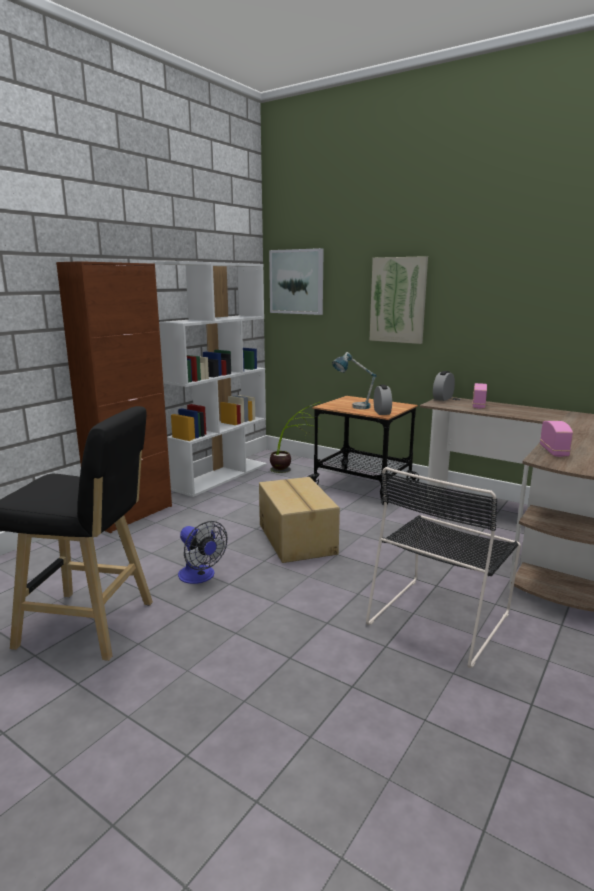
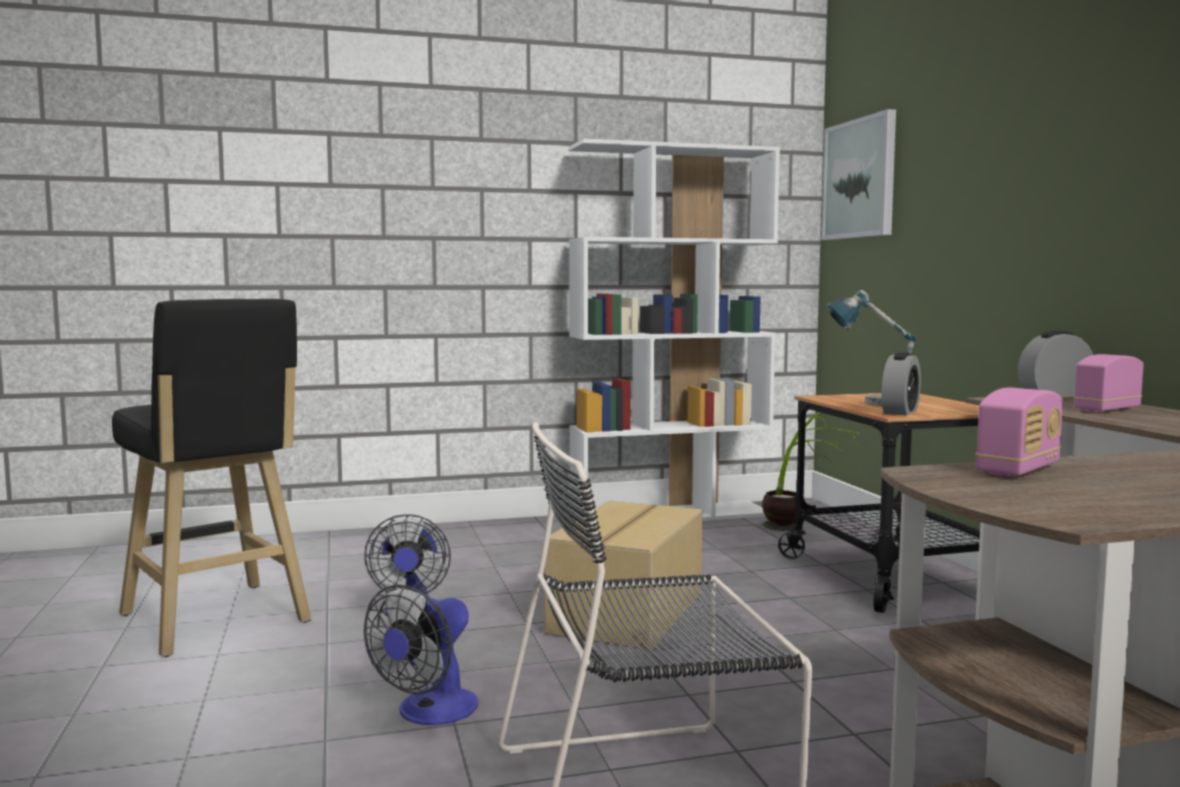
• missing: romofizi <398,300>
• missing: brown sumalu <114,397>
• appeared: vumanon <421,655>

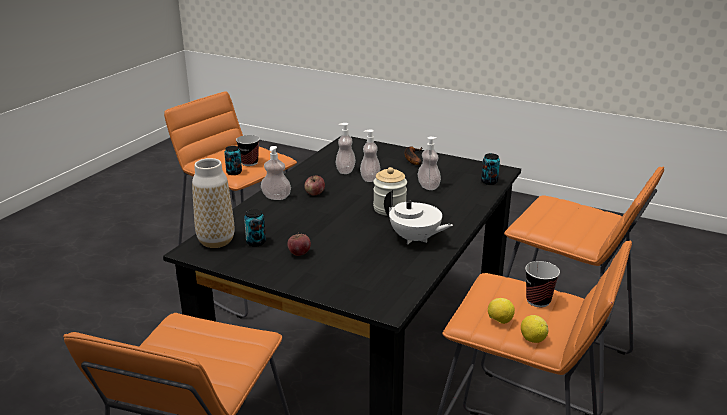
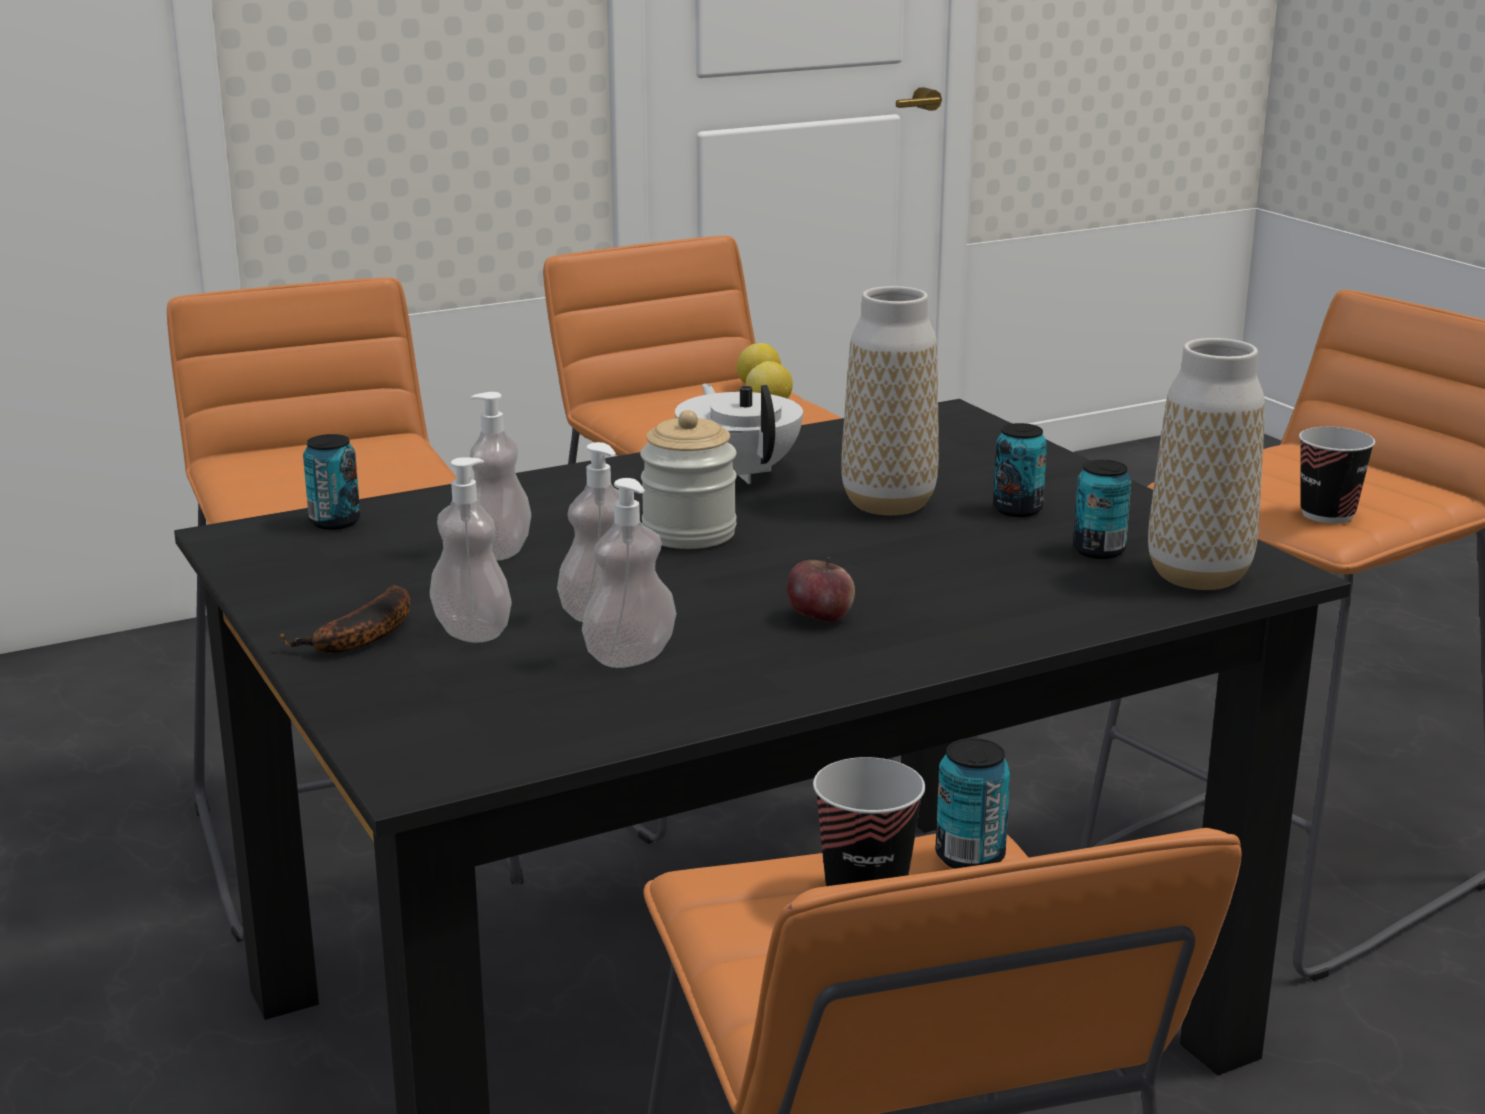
• relocated: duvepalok <276,173> to <471,550>
• exchanged: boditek <299,244> to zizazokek <1020,470>
• relocated: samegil <542,284> to <1337,475>
• appeared: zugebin <890,400>

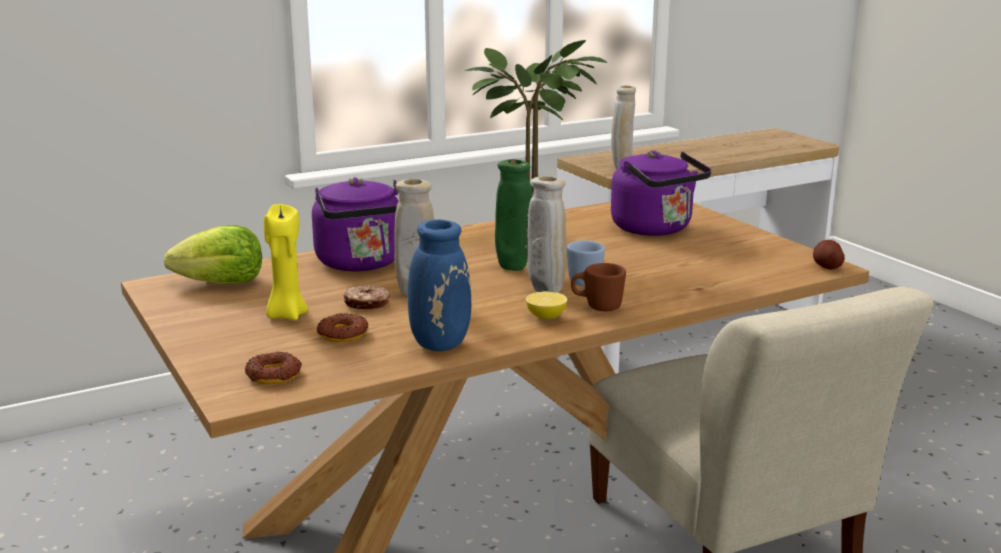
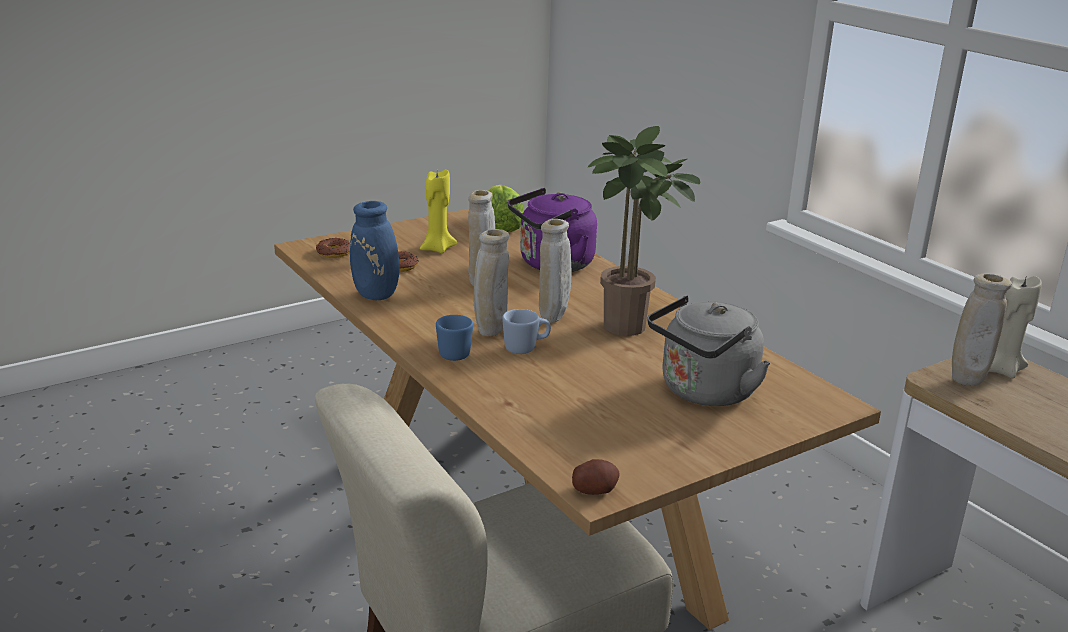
• colour: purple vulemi <661,193> to grey vulemi <708,350>
• colour: green zugebin <513,215> to beige zugebin <555,271>
• colour: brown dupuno <598,287> to blue dupuno <454,338>
• missing: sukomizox <366,297>
• missing: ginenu <546,305>
• appeared: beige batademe <1015,327>

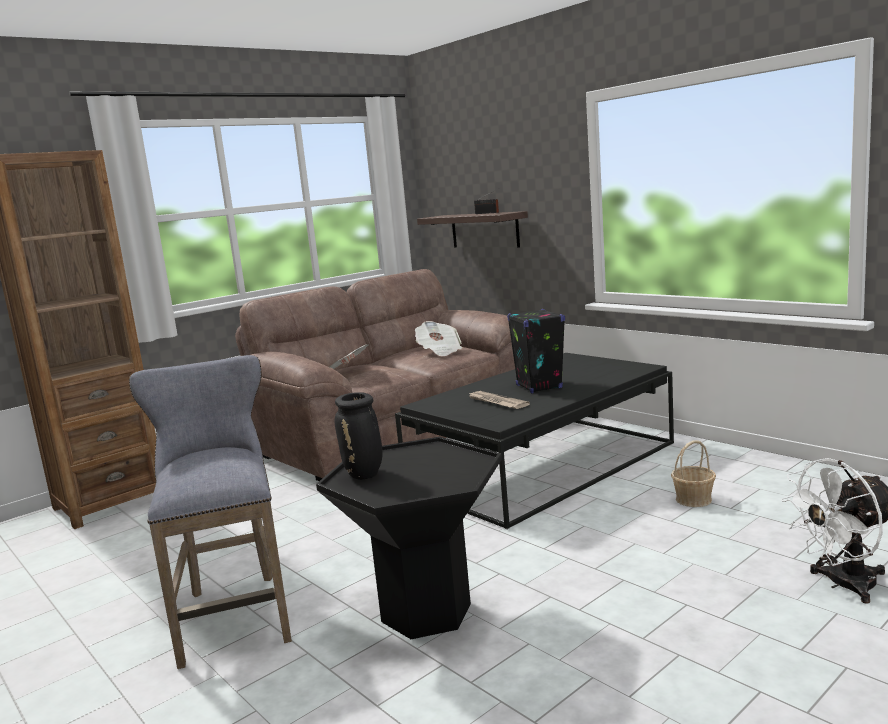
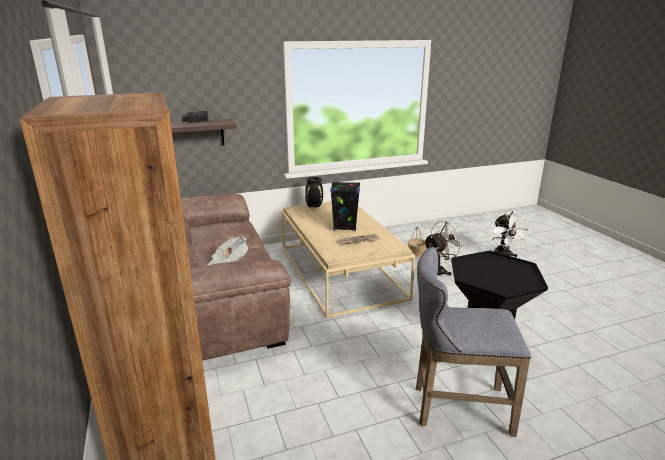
• missing: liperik <438,338>
• colour: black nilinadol <534,441> to beige nilinadol <348,260>
• relocated: black zugebin <359,436> to <314,192>
• appeared: white vumanon <445,247>

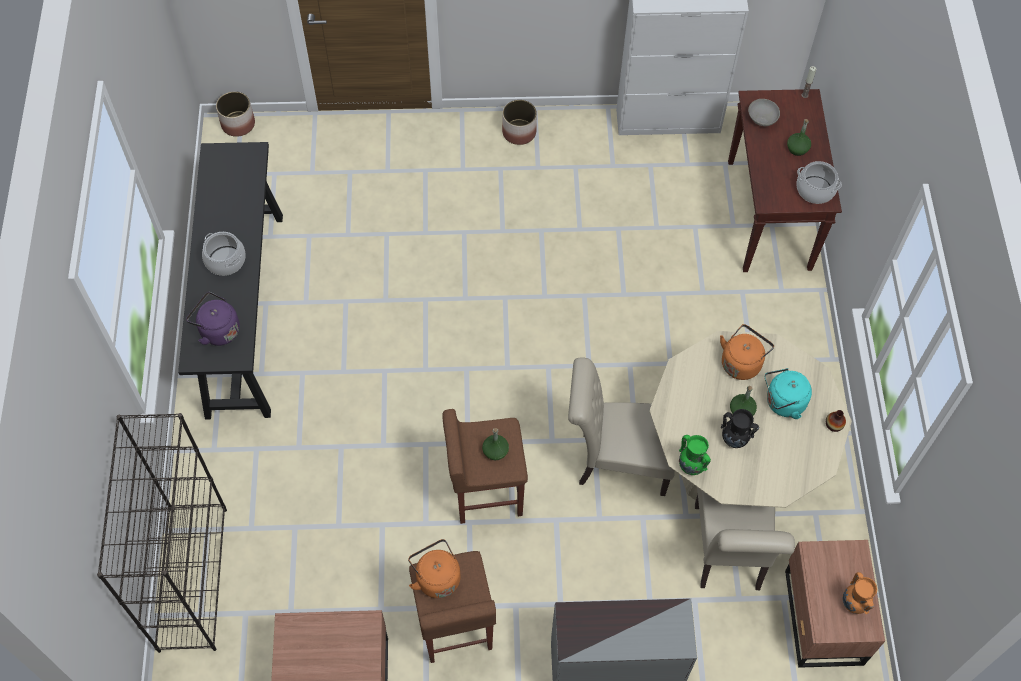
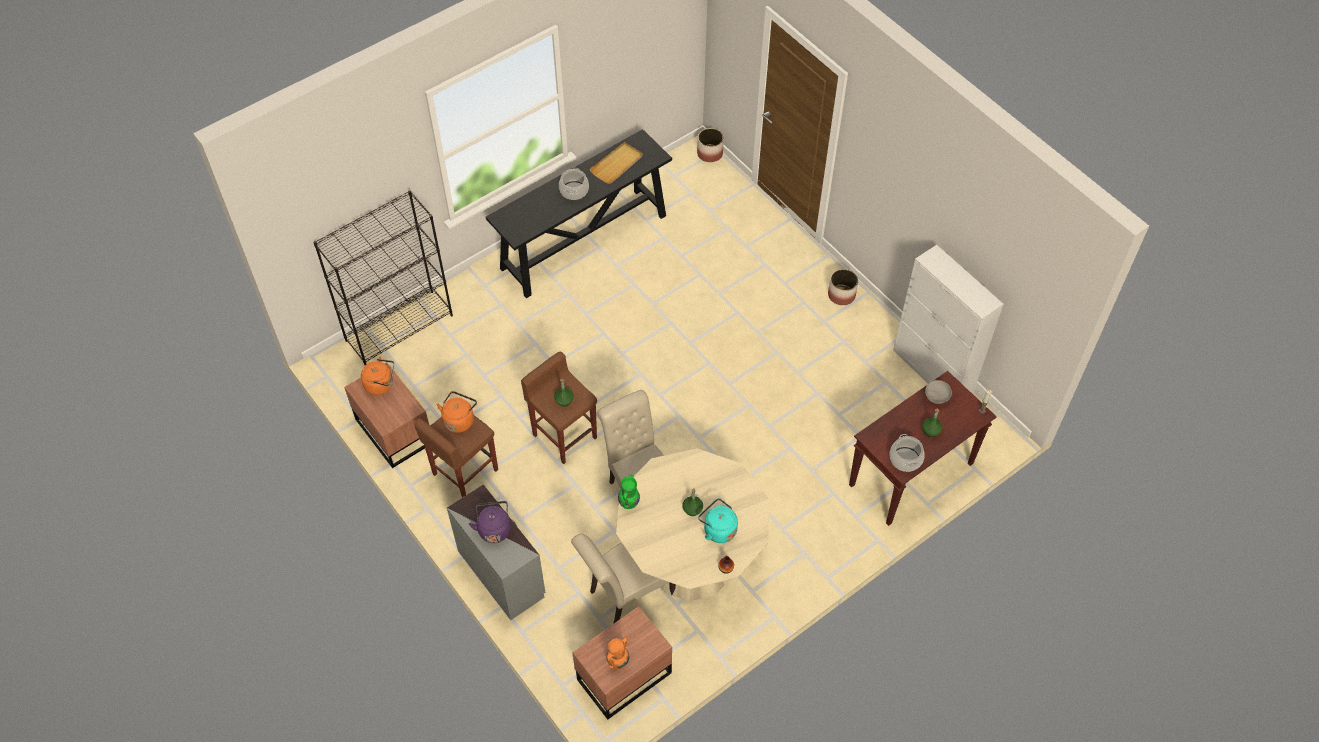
• relocated: purple vulemi <213,319> to <490,522>
• relocated: orange vulemi <747,352> to <377,376>
• missing: black zugebin <740,428>
• appeared: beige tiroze <616,163>

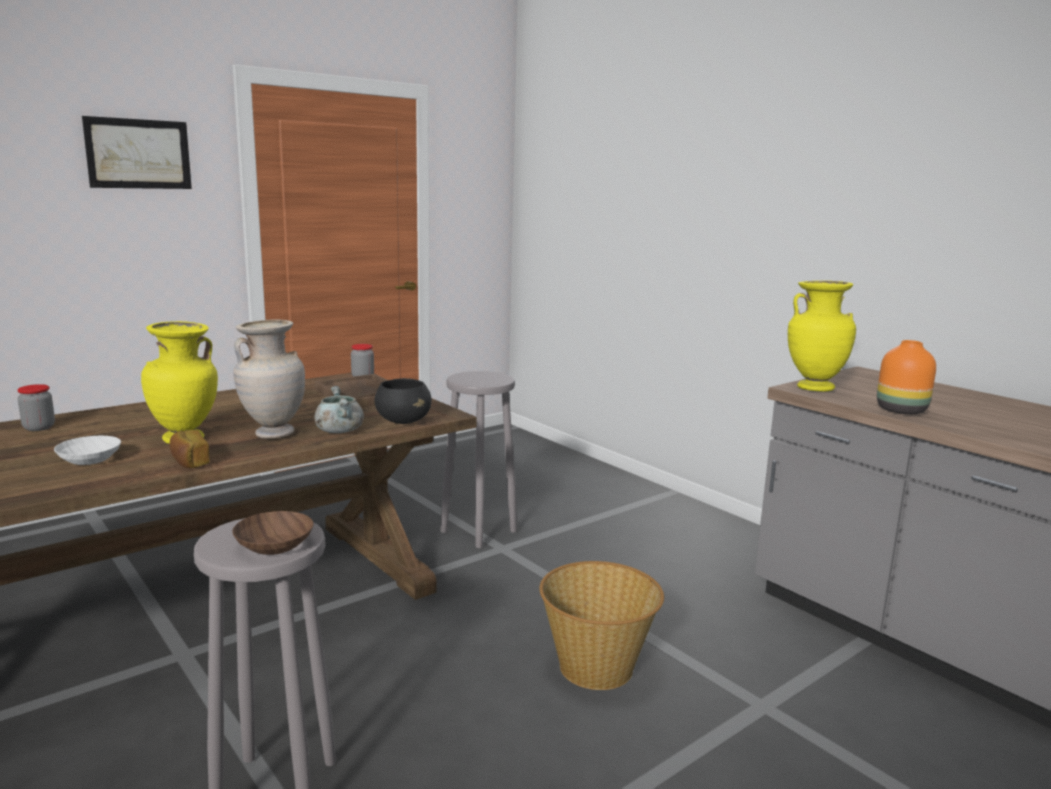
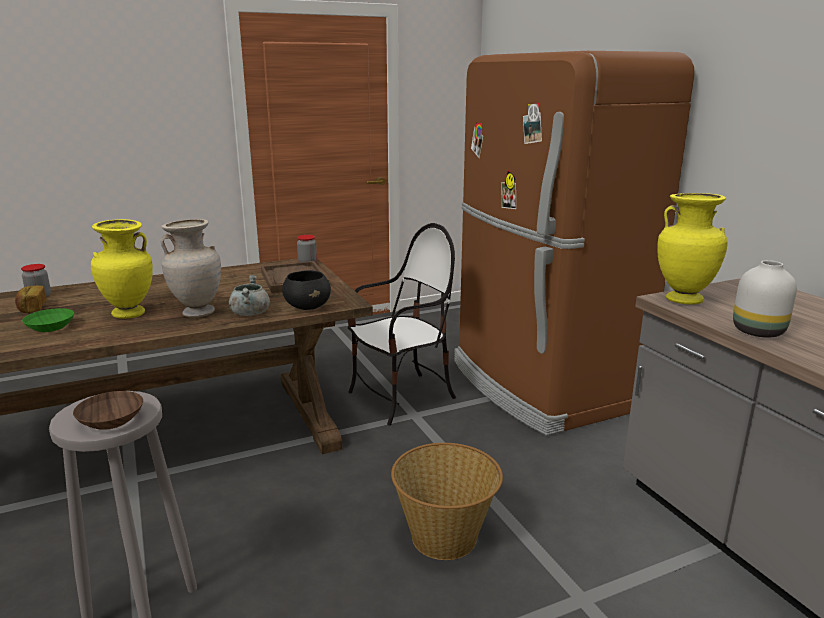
• missing: romofizi <137,152>
• colour: orange zugebin <906,377> to white zugebin <765,299>
• exchanged: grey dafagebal <478,459> to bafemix <402,324>
• relocated: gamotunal <190,449> to <31,299>
• colour: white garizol <87,450> to green garizol <48,320>
• appeared: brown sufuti <574,243>

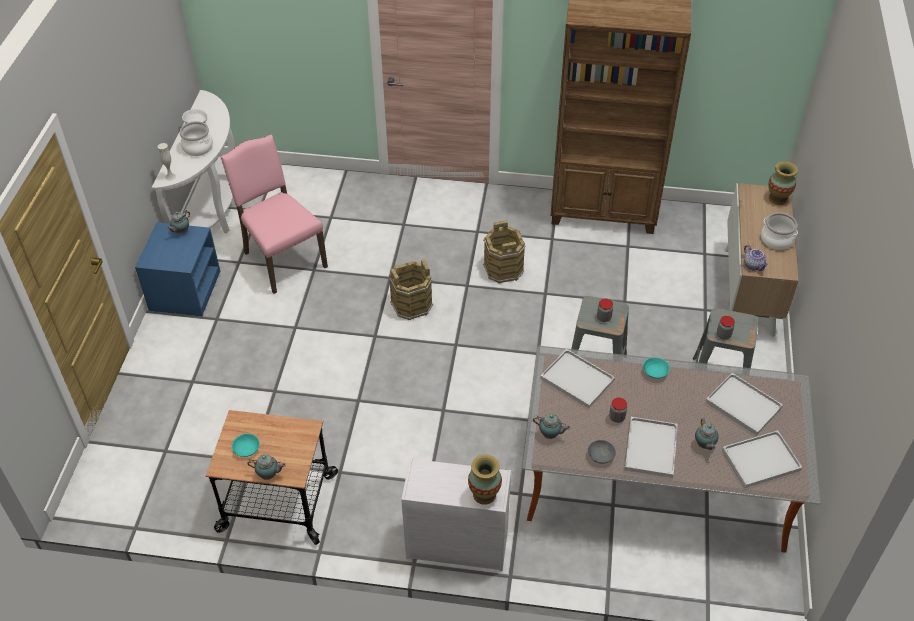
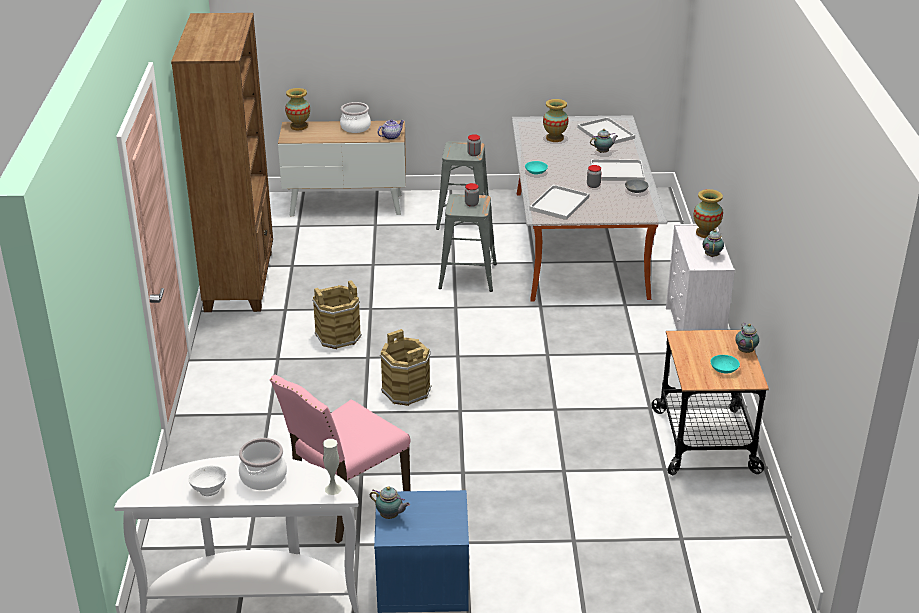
• exchanged: white tiroze <744,404> to zugebin <556,120>
• relocated: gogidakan <551,426> to <713,243>

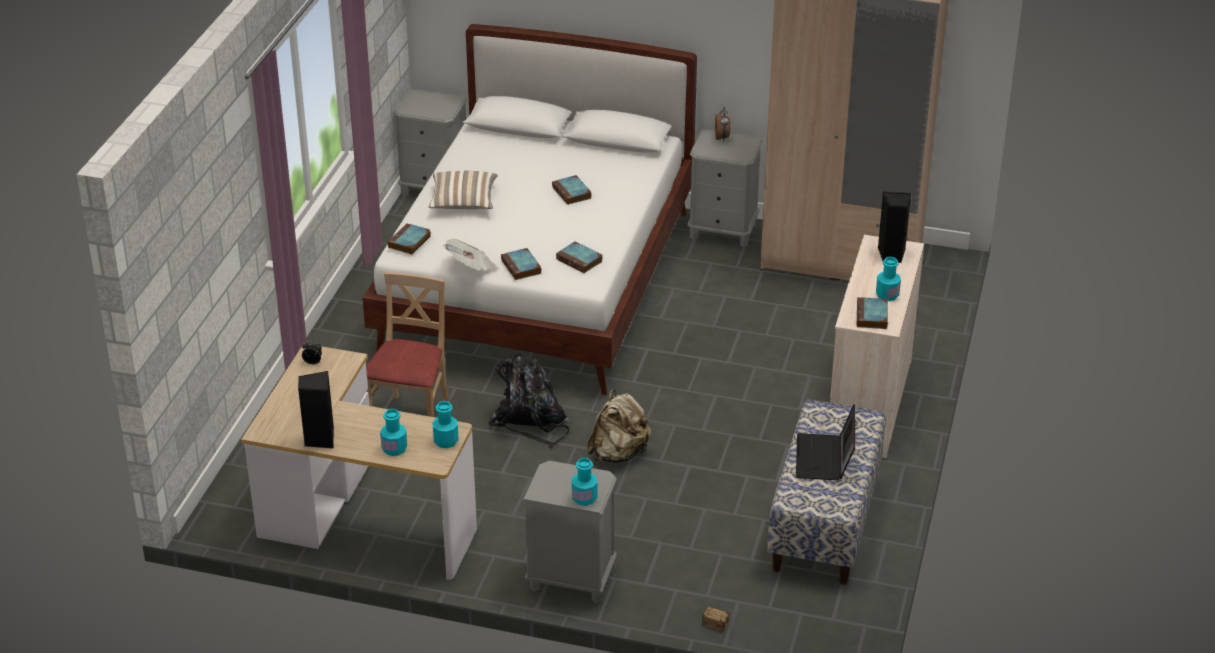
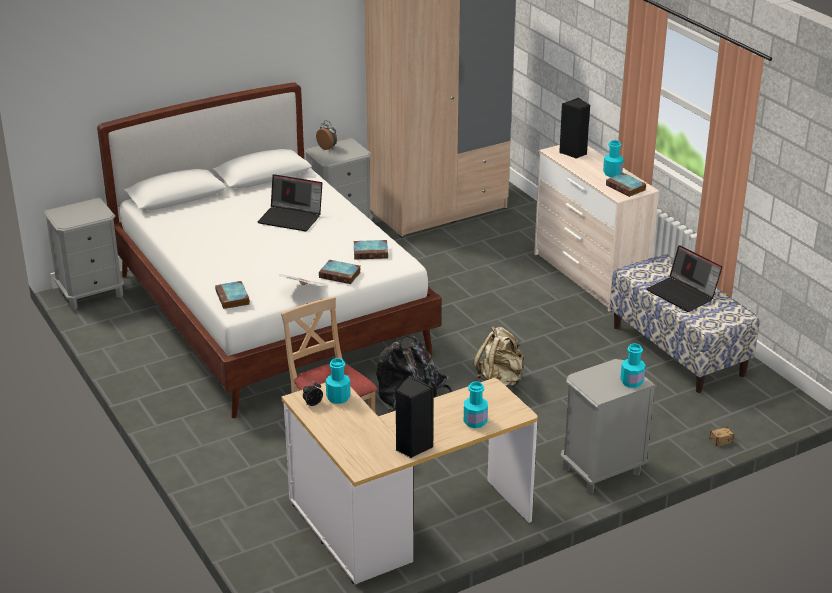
• missing: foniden <463,190>
• exchanged: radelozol <572,190> to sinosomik <289,202>
• relocated: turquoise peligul <446,424> to <338,381>

